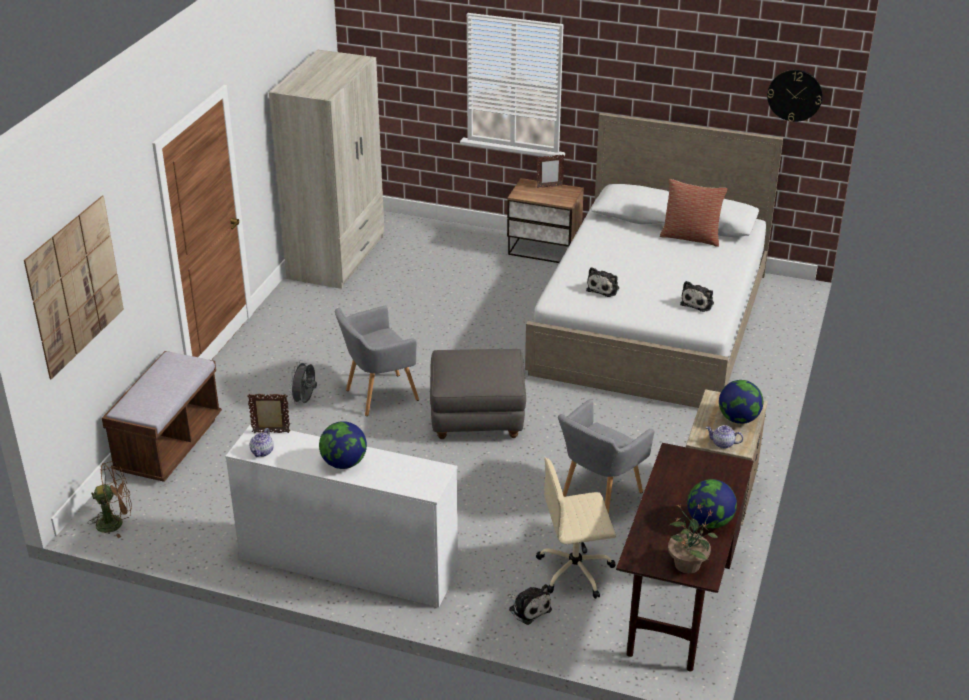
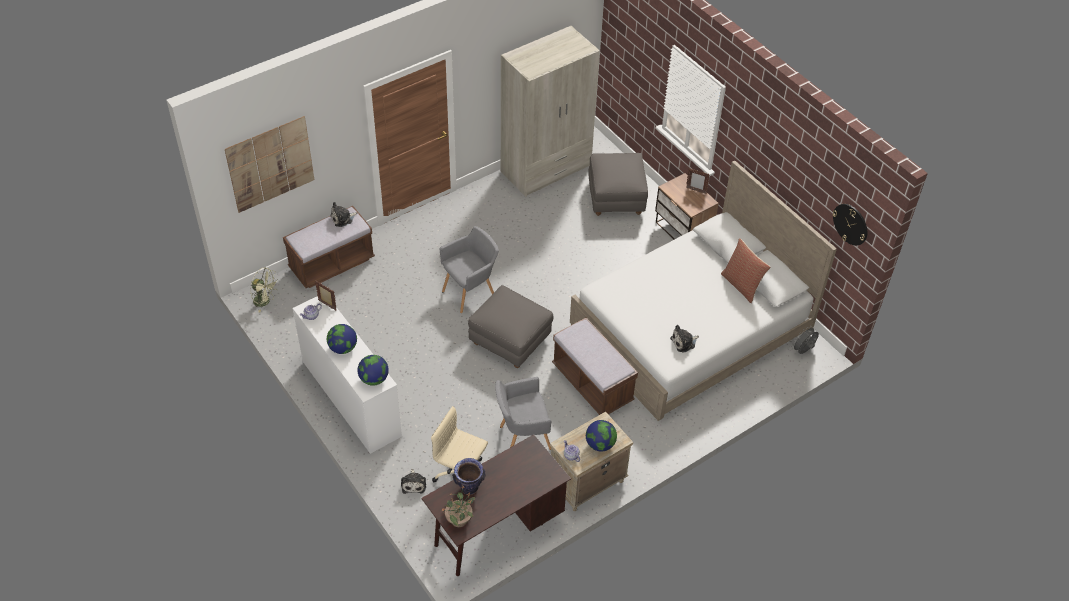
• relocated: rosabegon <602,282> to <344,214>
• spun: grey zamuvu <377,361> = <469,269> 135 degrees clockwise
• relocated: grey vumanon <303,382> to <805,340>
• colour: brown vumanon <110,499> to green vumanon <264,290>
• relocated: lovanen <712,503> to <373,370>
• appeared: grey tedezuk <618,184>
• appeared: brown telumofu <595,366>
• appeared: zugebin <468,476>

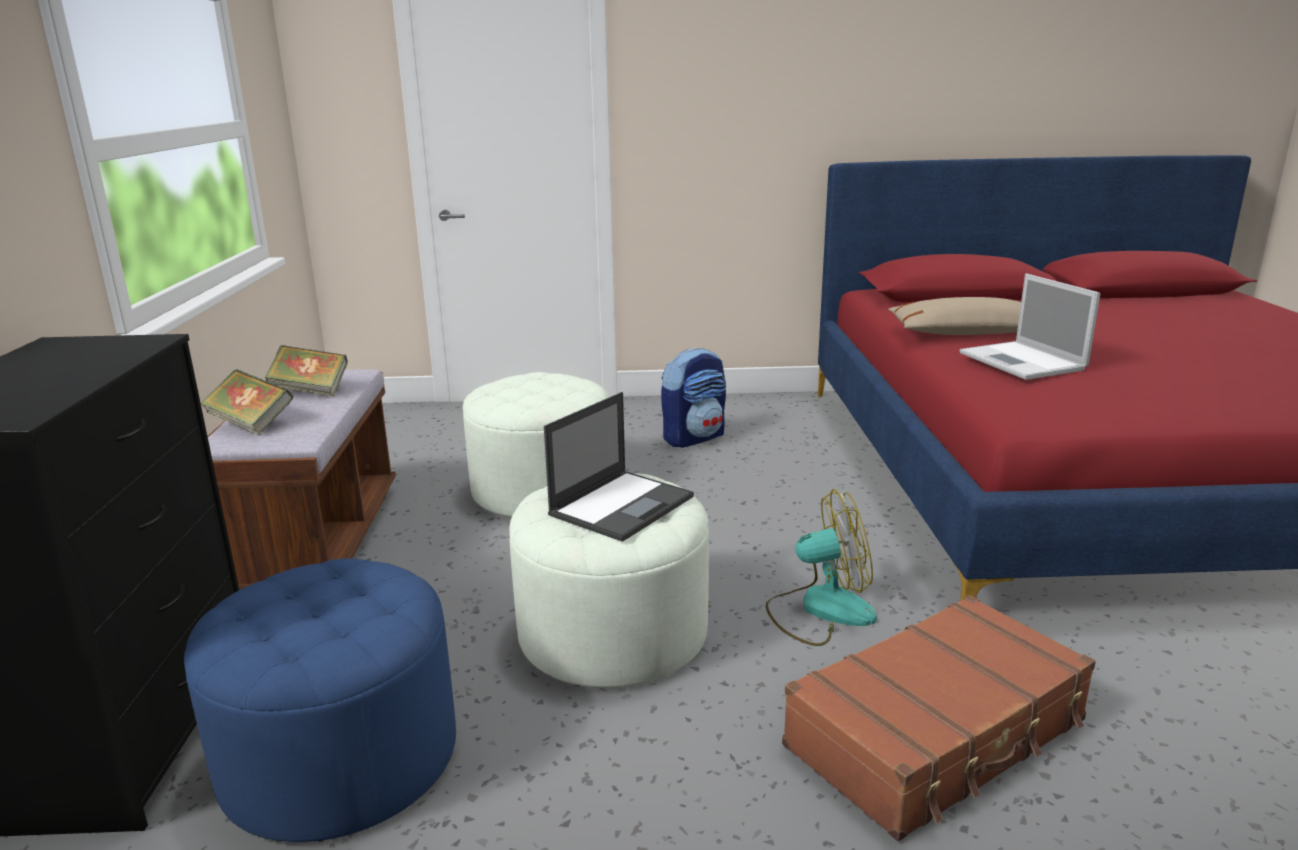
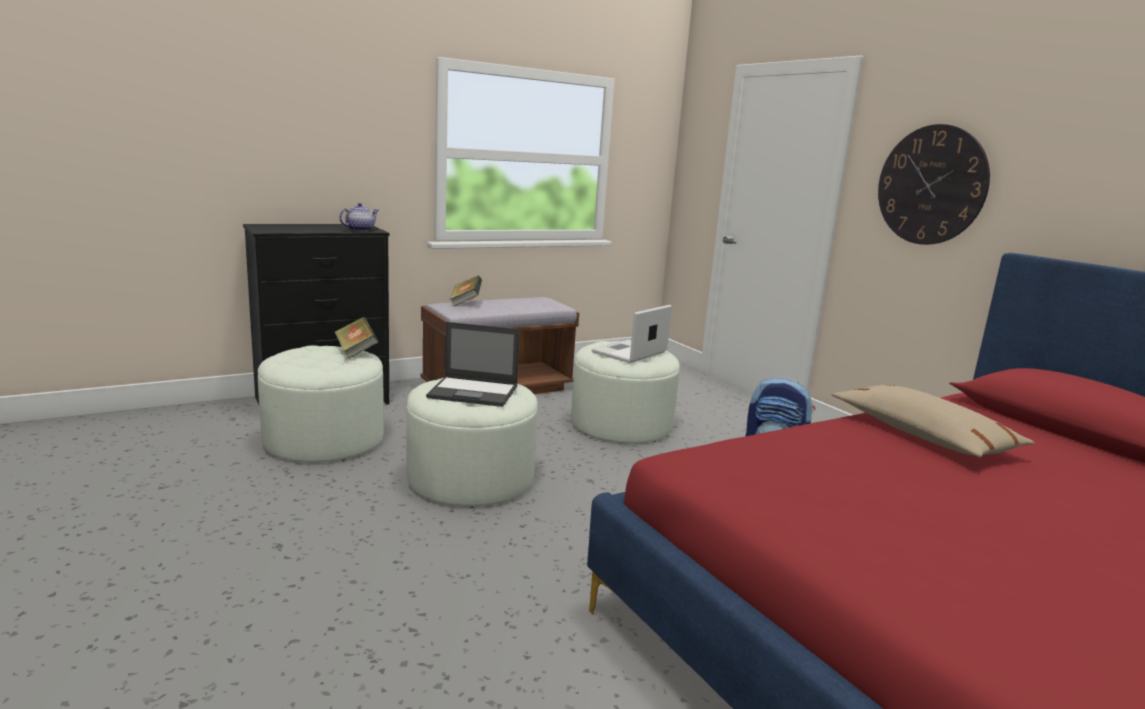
• relocated: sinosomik <1030,326> to <632,334>
• relocated: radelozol <306,370> to <357,338>
• missing: vumanon <821,567>
• colour: blue tedezuk <320,700> to white tedezuk <321,404>
• missing: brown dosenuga <939,718>
• appeared: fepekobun <934,184>
• appeared: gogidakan <358,217>

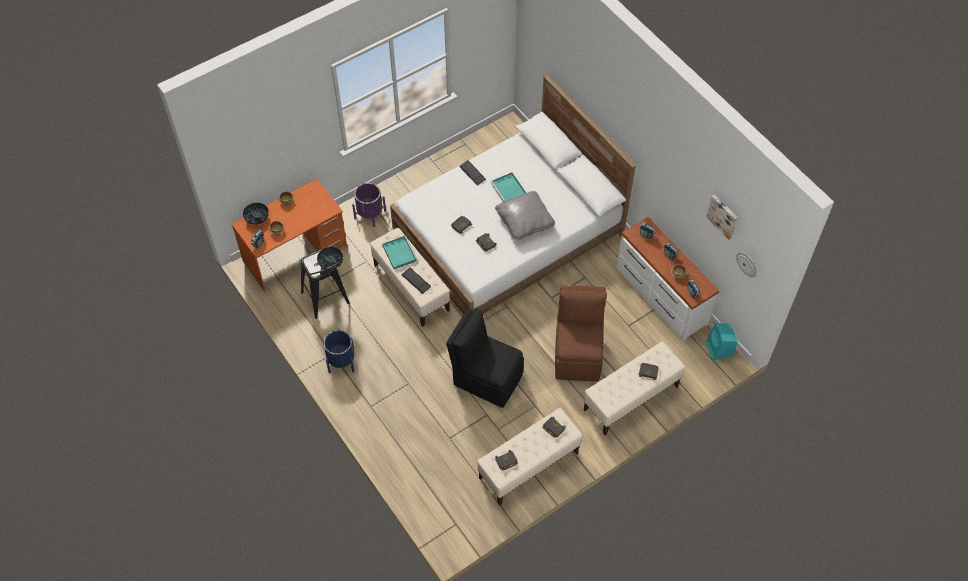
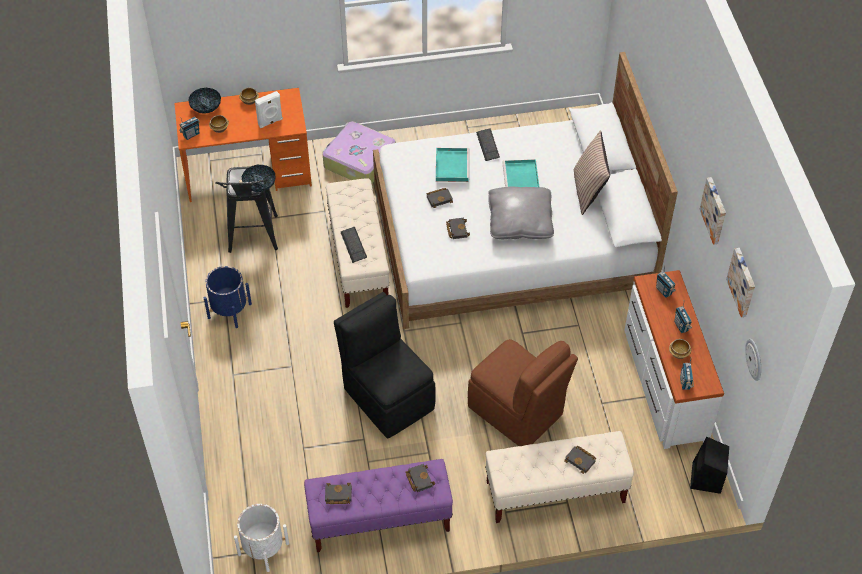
• exchanged: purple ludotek <369,205> to dosenuga <359,152>
• relocated: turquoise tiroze <400,252> to <453,165>
• spun: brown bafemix <581,333> = <523,392> 105 degrees clockwise
• colour: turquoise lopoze <721,341> to black lopoze <709,465>
• colour: beige telumofu <529,457> to purple telumofu <378,505>
• appeared: white lopoze <269,109>
• appeared: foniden <592,172>
• appeared: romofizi <713,211>
• appeared: white ludotek <261,538>

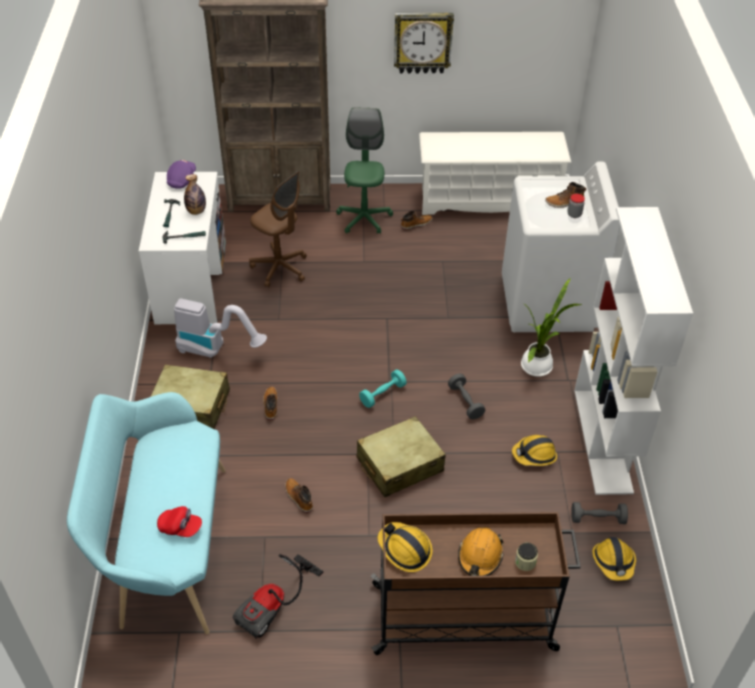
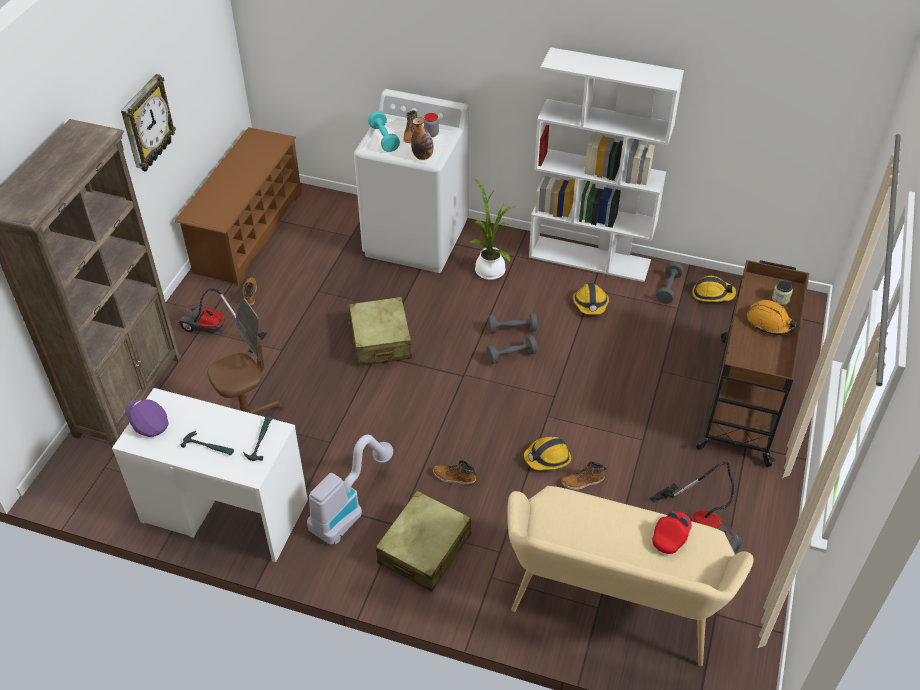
• exchanged: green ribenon <364,170> to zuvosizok <222,320>
• colour: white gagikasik <495,173> to brown gagikasik <238,206>
• relocated: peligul <195,194> to <422,138>
• relocated: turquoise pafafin <382,388> to <384,131>
• colour: turquoise telumofu <146,513> to beige telumofu <630,576>
• relocated: beige dosenuga <401,456> to <380,331>
• relocated: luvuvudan <405,547> to <547,453>
• appeared: grey pafafin <512,349>

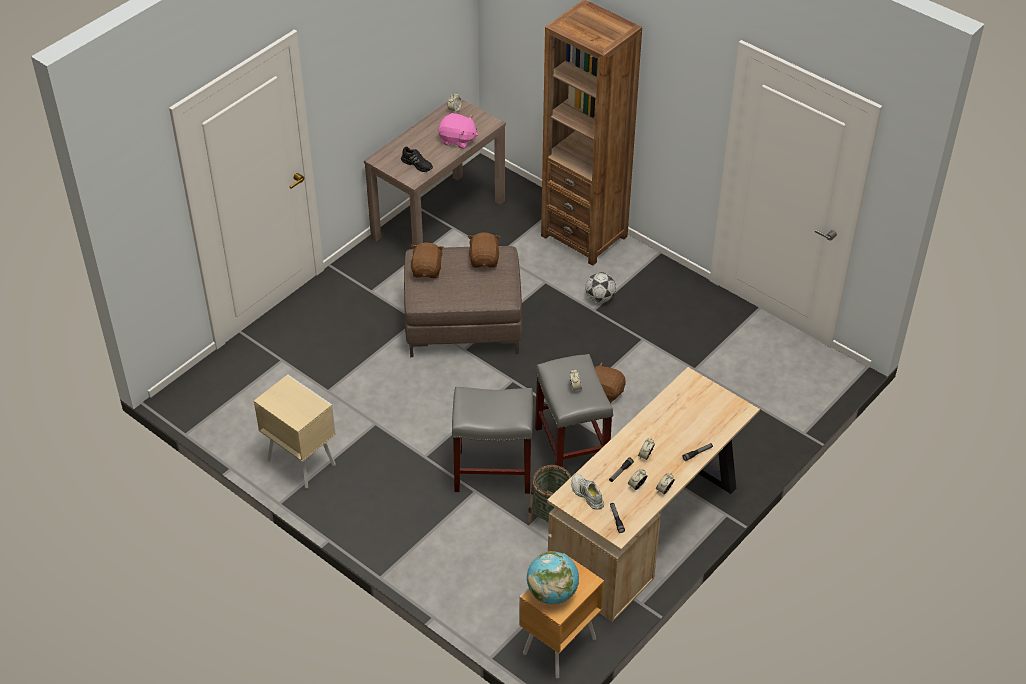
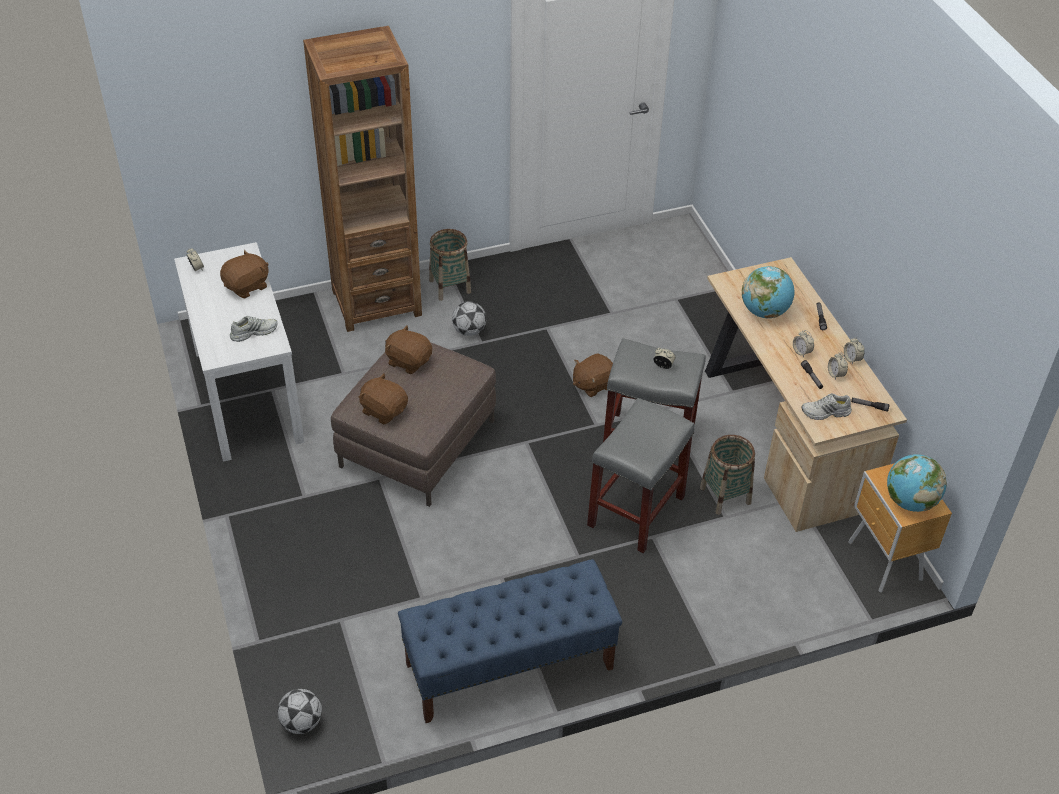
• colour: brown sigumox <435,172> to white sigumox <239,352>
• colour: pink rosabegon <458,131> to brown rosabegon <244,274>
• colour: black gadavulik <417,159> to white gadavulik <254,329>
• exchanged: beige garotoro <295,432> to blue telumofu <510,641>
• appeared: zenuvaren <450,265>
• appeared: lovanen <768,292>
• appeared: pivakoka <299,711>

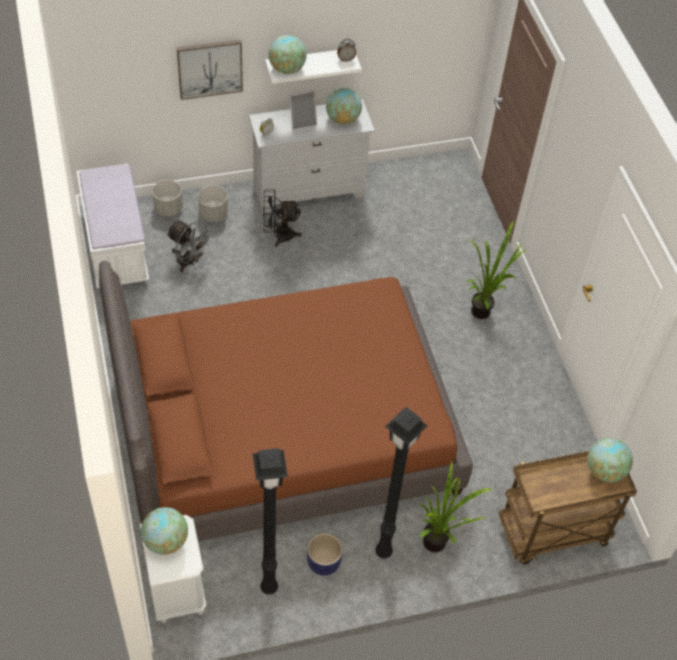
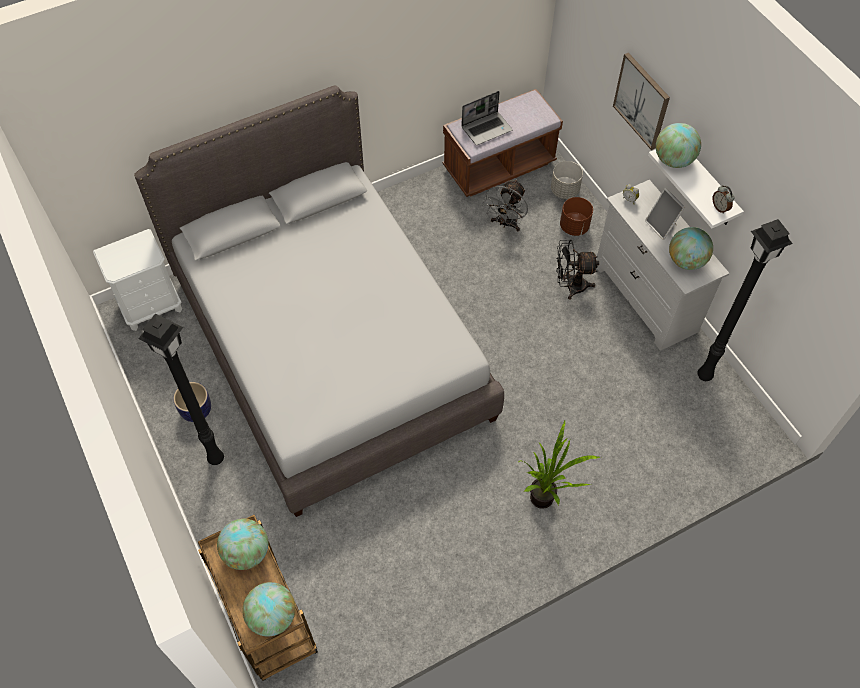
• colour: white telumofu <113,226> to brown telumofu <503,143>
• colour: grey ludotek <213,203> to brown ludotek <576,216>
• spun: black vumanon <282,218> = <577,270> 75 degrees counterclockwise
• colour: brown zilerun <286,401> to grey zilerun <319,301>
• relocated: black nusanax <270,521> to <745,300>
• missing: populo <455,507>
• relocated: lovanen <164,531> to <242,544>
• appeared: sinosomik <486,118>

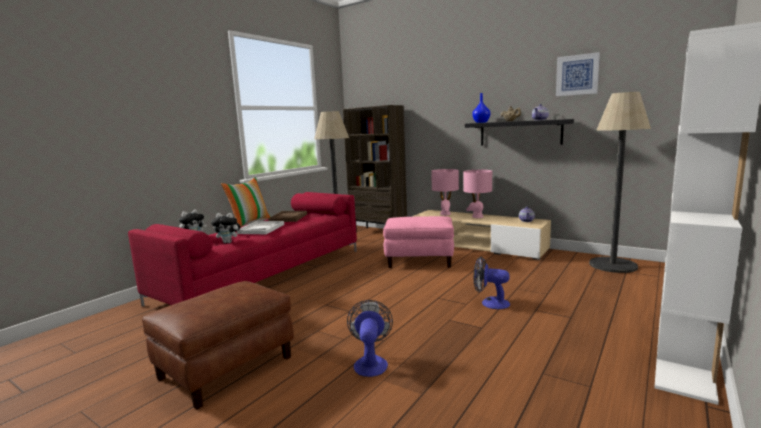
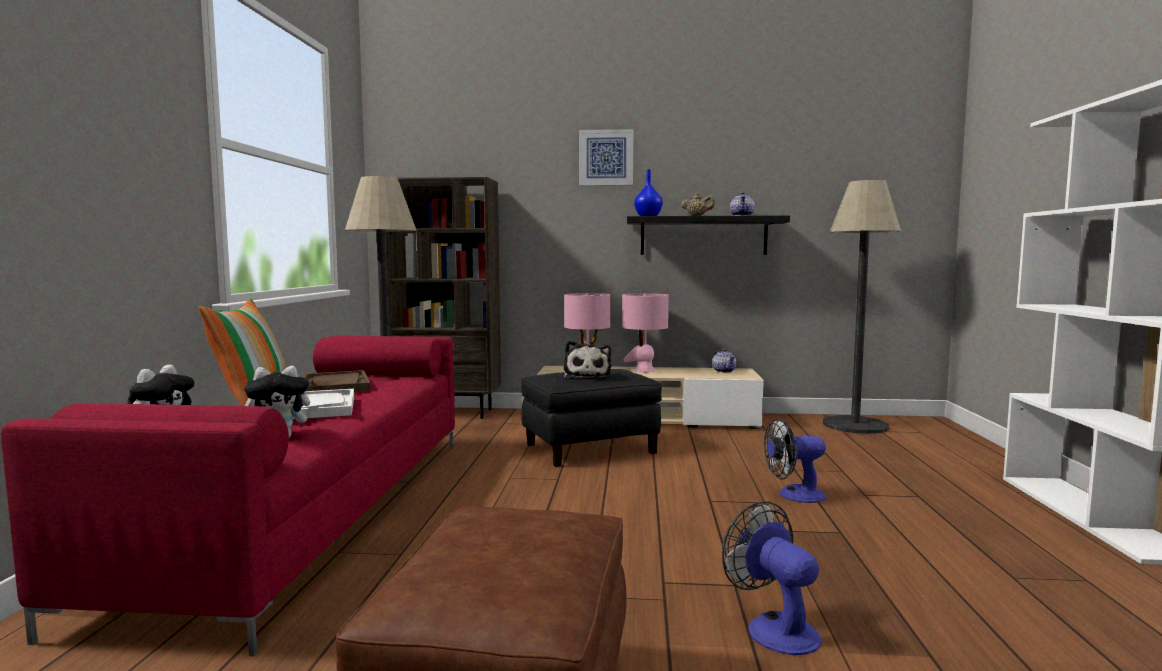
• relocated: romofizi <578,74> to <606,157>
• colour: pink tedezuk <418,242> to black tedezuk <591,418>
• appeared: rosabegon <587,360>

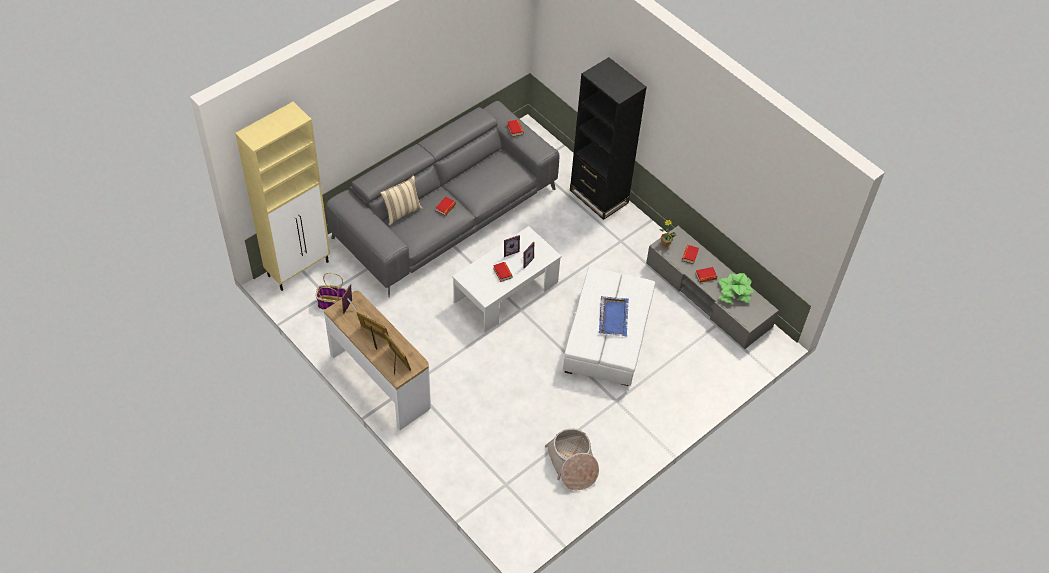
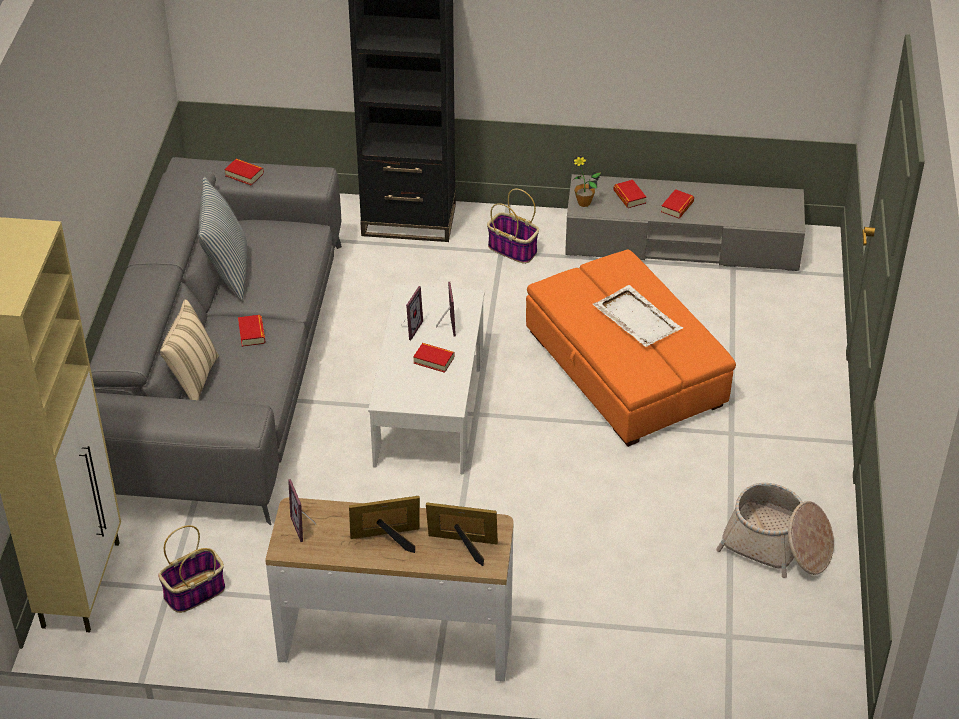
• colour: white tedezuk <609,326> to orange tedezuk <631,348>
• missing: populo <736,288>
• colour: blue tiroze <614,316> to white tiroze <638,316>
• appeared: foniden <222,239>
• appeared: zenuvaren <513,226>

